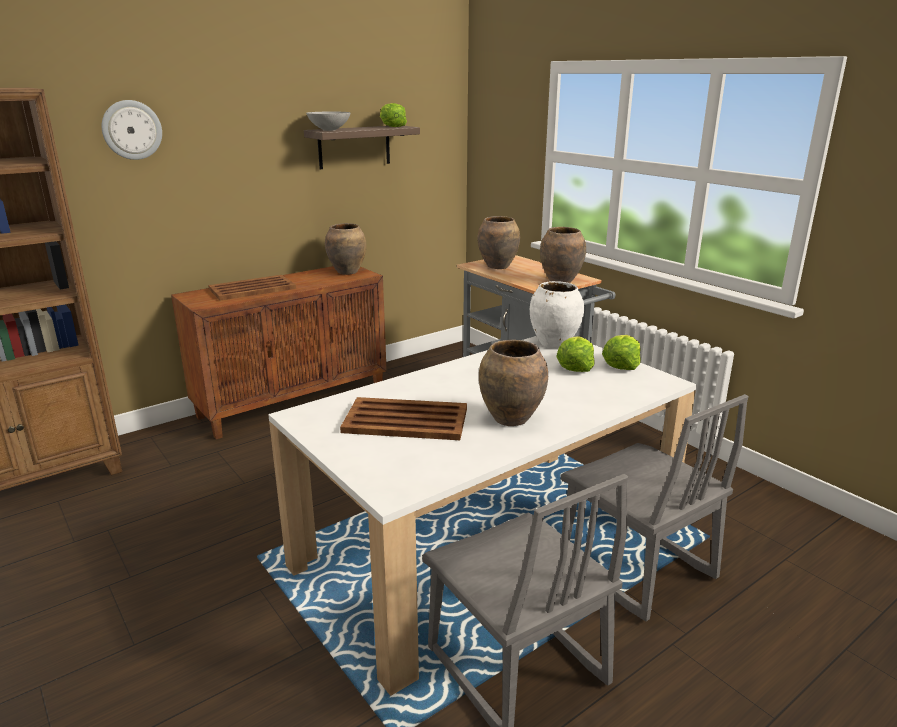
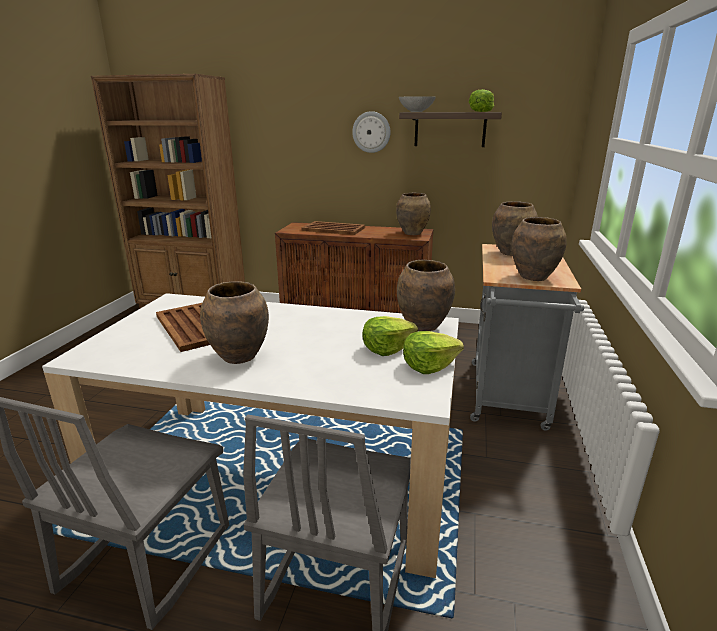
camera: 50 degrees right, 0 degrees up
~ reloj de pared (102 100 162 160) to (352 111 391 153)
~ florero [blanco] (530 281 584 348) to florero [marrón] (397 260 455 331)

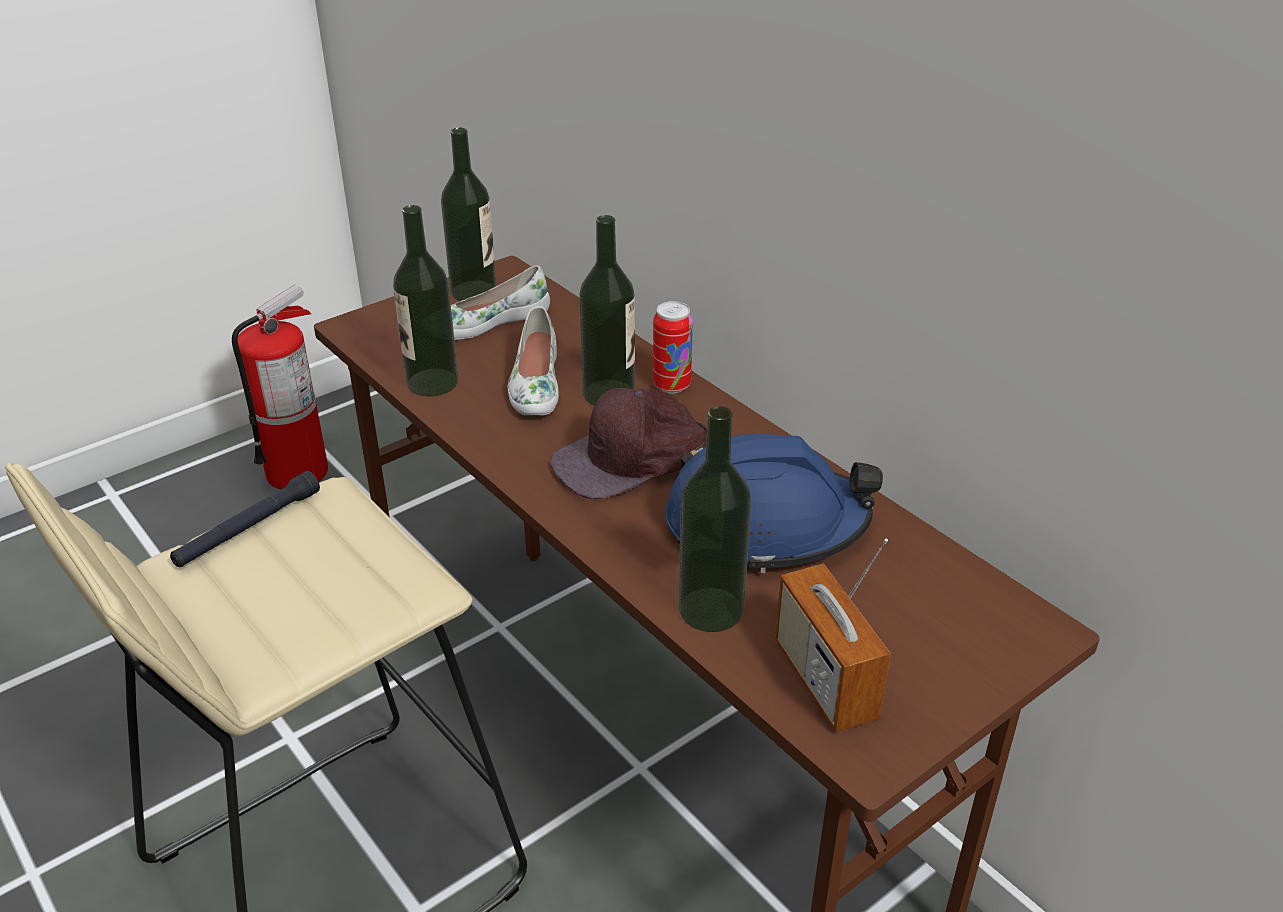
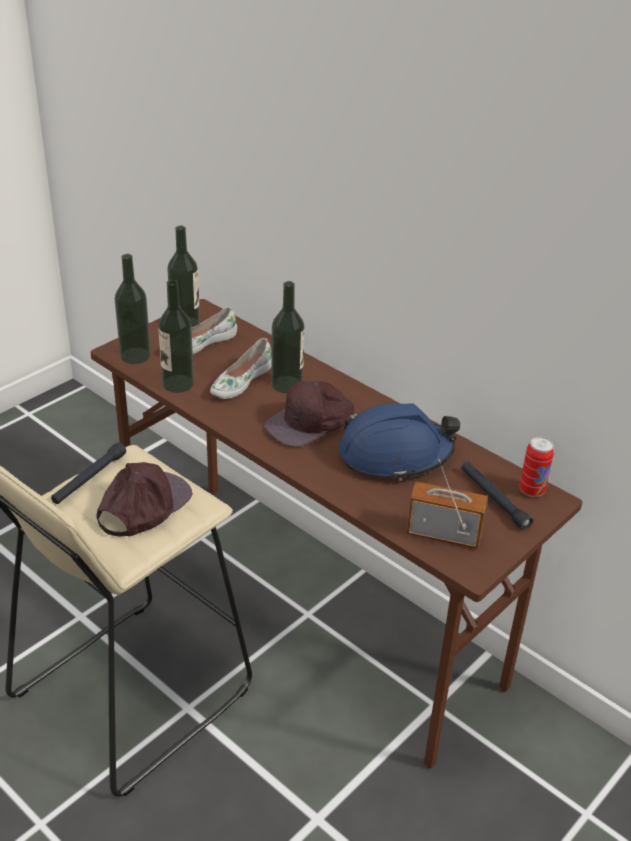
camera: 10 degrees left, 0 degrees up
- extintor (232 284 328 489)
+ gorra [marrón] (97 462 192 536)
+ linterna [negro] (461 461 533 530)
~ lata (653 301 693 393) to (520 437 554 497)
~ botella (678 406 752 632) to (115 254 151 364)
~ zapato [blanco] (508 306 559 415) = (210 338 272 399) 45 degrees clockwise
~ radio (775 539 891 732) = (407 459 488 549) 135 degrees clockwise

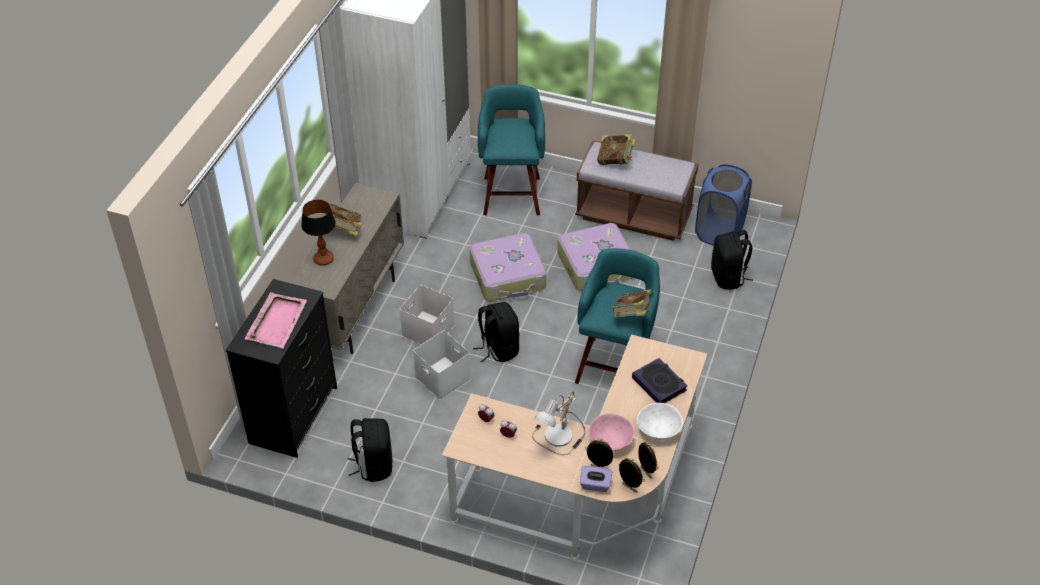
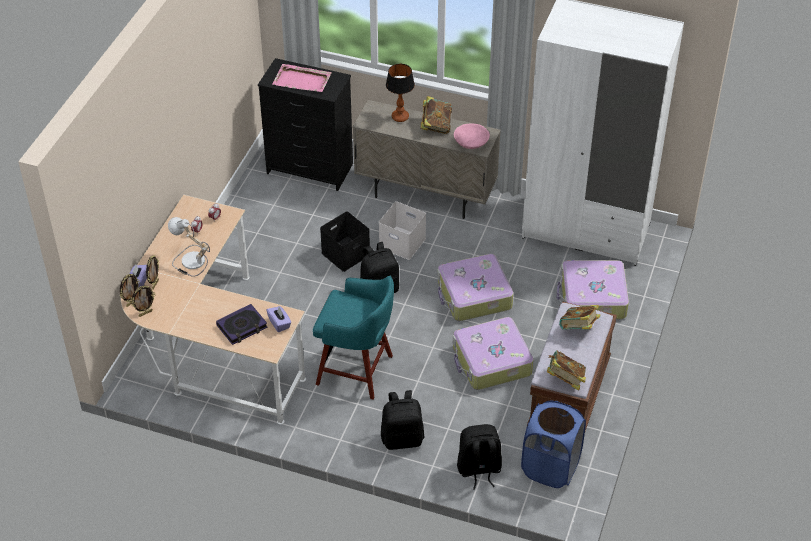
camera: 90 degrees right, 0 degrees up
- cuenco [blanco] (637 403 683 440)
+ caja de pañuelos [morado] (266 306 291 332)
~ mochila [negro] (348 418 393 482) to (381 390 424 450)
~ cuenco [rosa] (589 413 635 451) to (454 124 490 149)
~ libro (612 289 652 318) to (547 350 586 391)
~ taburete [turquesa] (478 84 545 215) to maleta (557 260 629 319)
~ caja de almacenaje [blanco] (413 330 471 400) to caja de almacenaje [negro] (320 211 370 272)

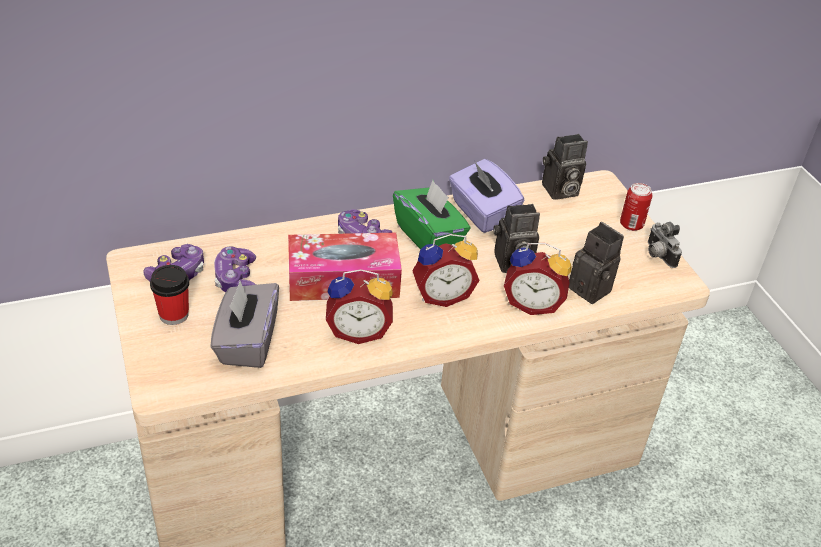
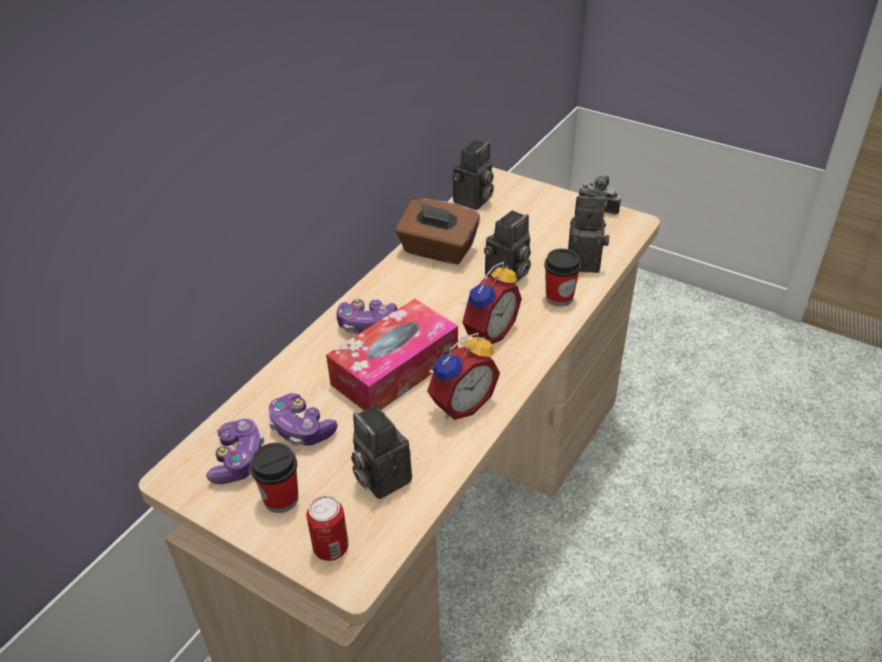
camera: 35 degrees left, 0 degrees up
- caja de pañuelos [verde] (393 180 470 249)
~ lata (620 183 653 231) to (307 496 348 561)
~ caja de pañuelos [gris] (211 281 279 368) to cámara (351 405 412 499)
~ despertador (504 243 571 315) to taza (544 248 581 306)
~ caja de pañuelos [morado] (449 159 524 233) to caja de pañuelos [marrón] (396 199 480 264)

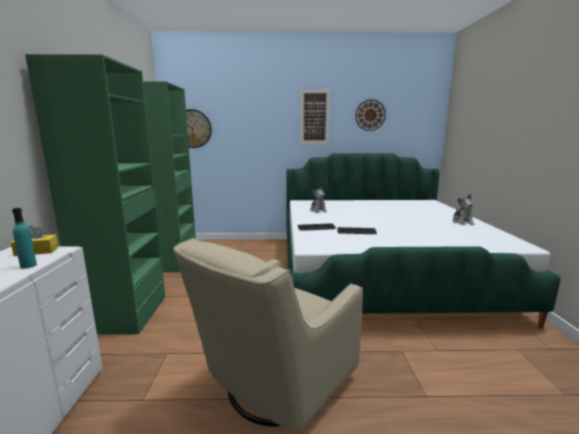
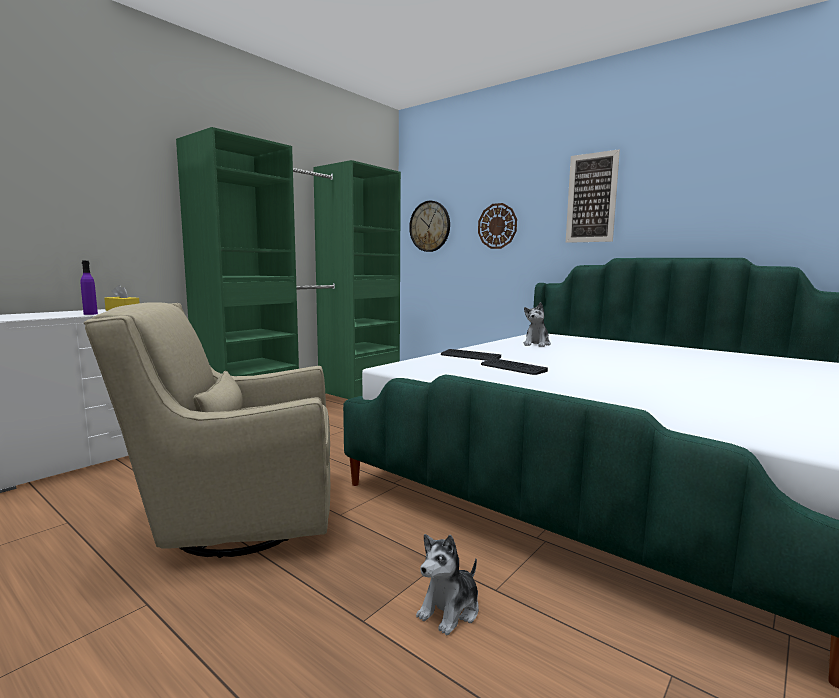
camera: 40 degrees right, 5 degrees down
~ reloj de pared (355 99 386 131) to (478 203 517 249)
~ peluche (452 194 474 225) to (416 534 479 635)
~ botella [turquesa] (12 208 37 269) to botella [morado] (81 261 98 315)

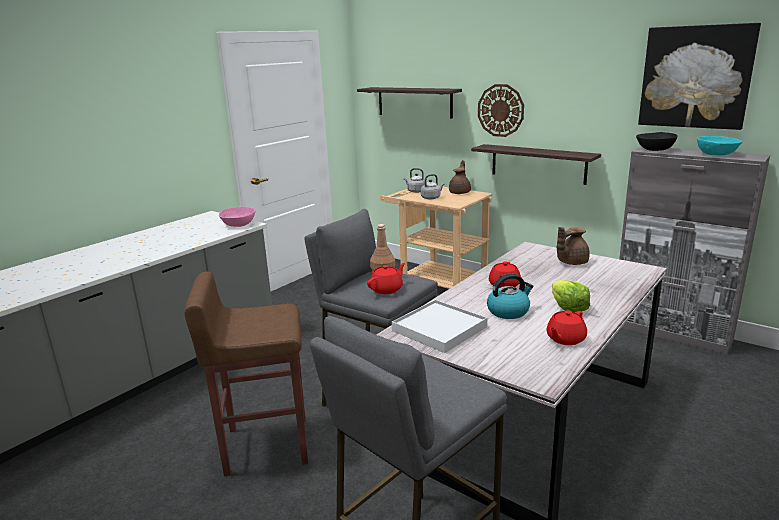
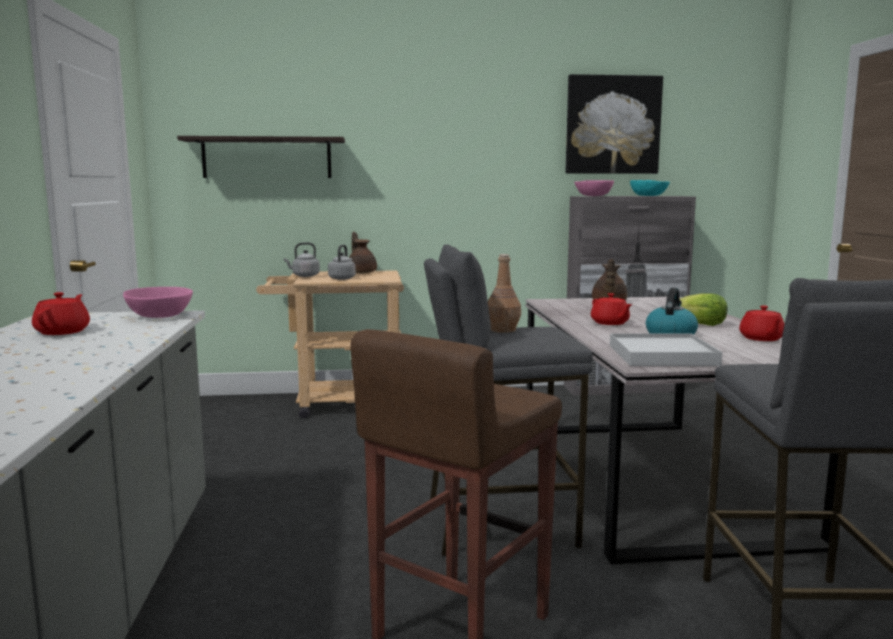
camera: 45 degrees left, 10 degrees down
- estante (471 144 601 185)
- reloj de pared (478 84 524 137)
~ tetera [rojo] (367 263 405 294) to (32 292 90 335)
~ cuenco [negro] (636 132 678 151) to cuenco [rosa] (574 180 614 196)

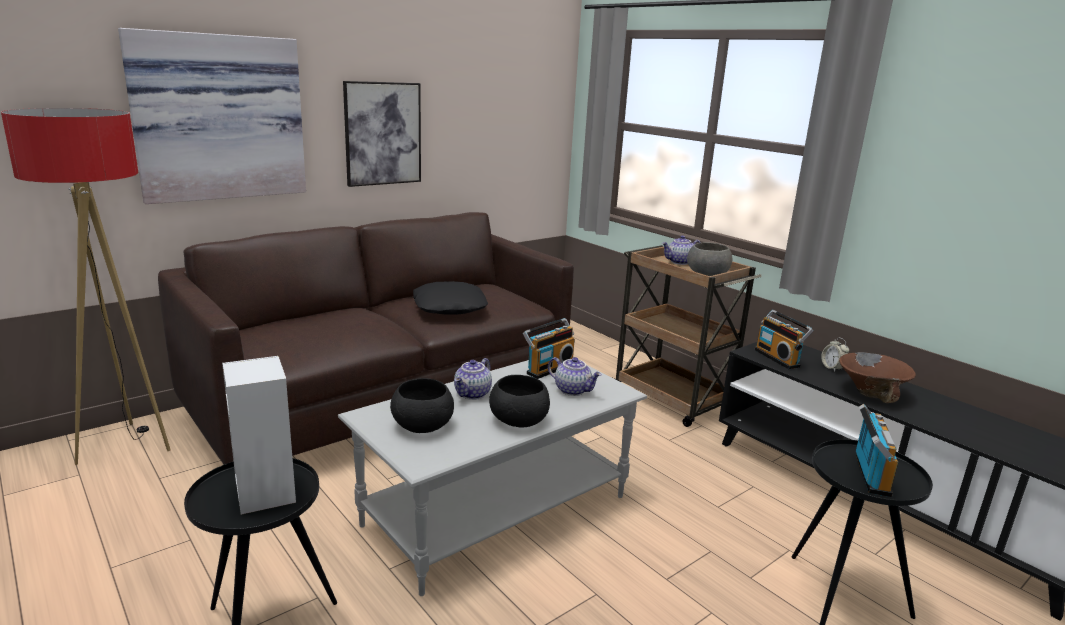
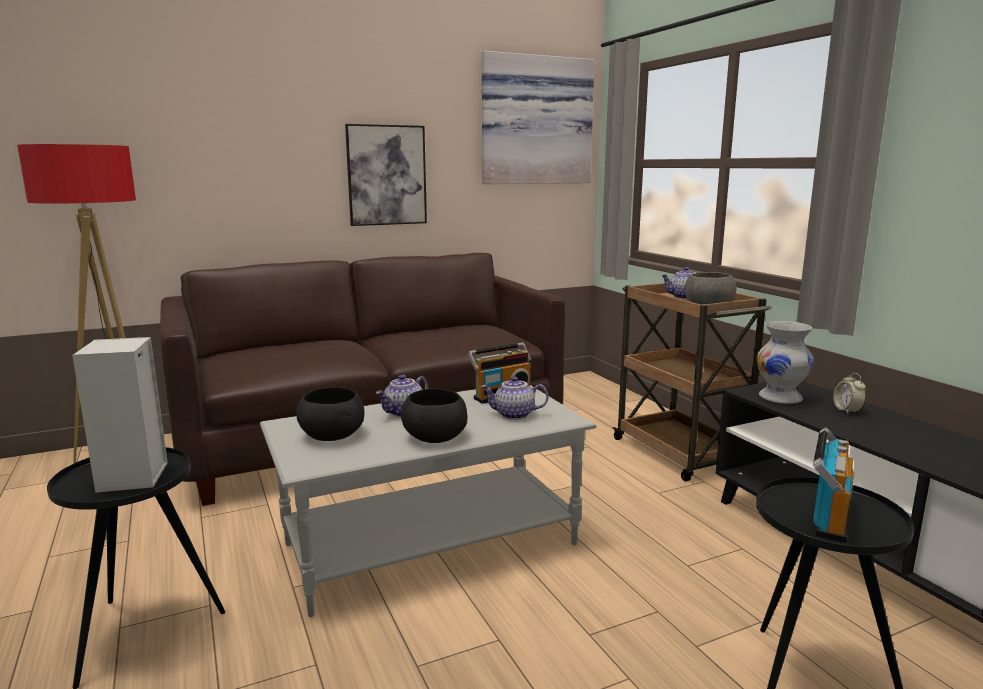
camera: 15 degrees right, 5 degrees down
- cojín [negro] (413 281 488 315)
- cuenco [marrón] (839 352 916 403)
~ cuadro (118 28 306 204) to (482 51 595 184)
~ radio (755 310 813 369) to florero [blanco] (756 321 814 404)
~ tetera (548 357 602 396) = (481 376 549 420) 135 degrees clockwise

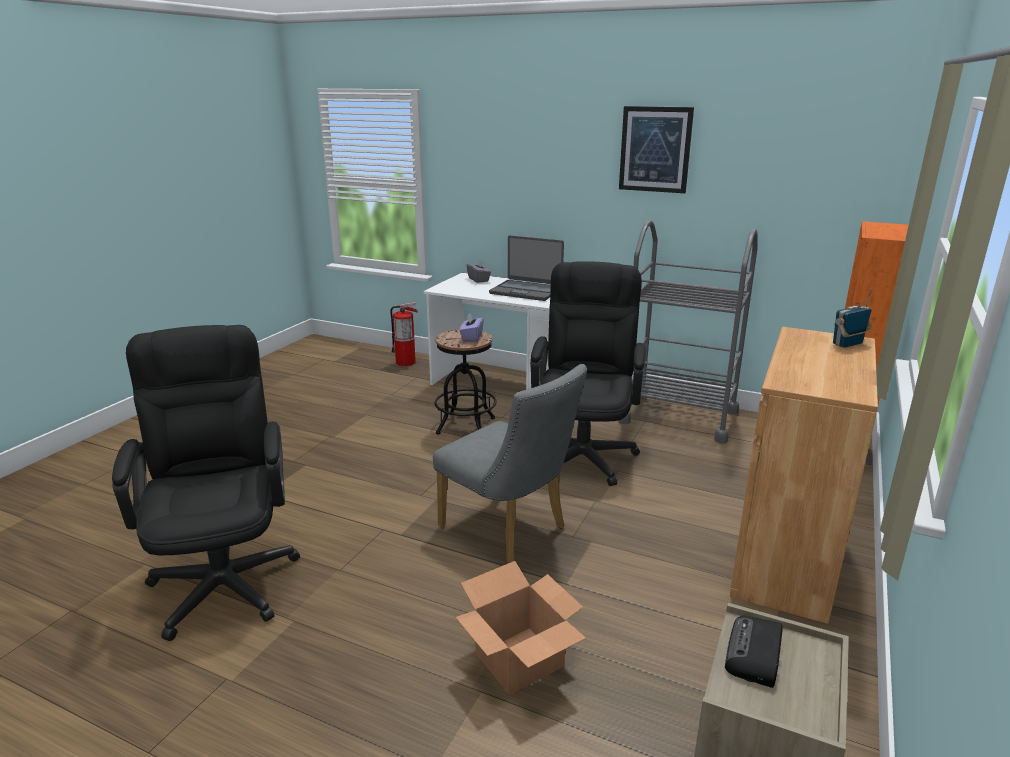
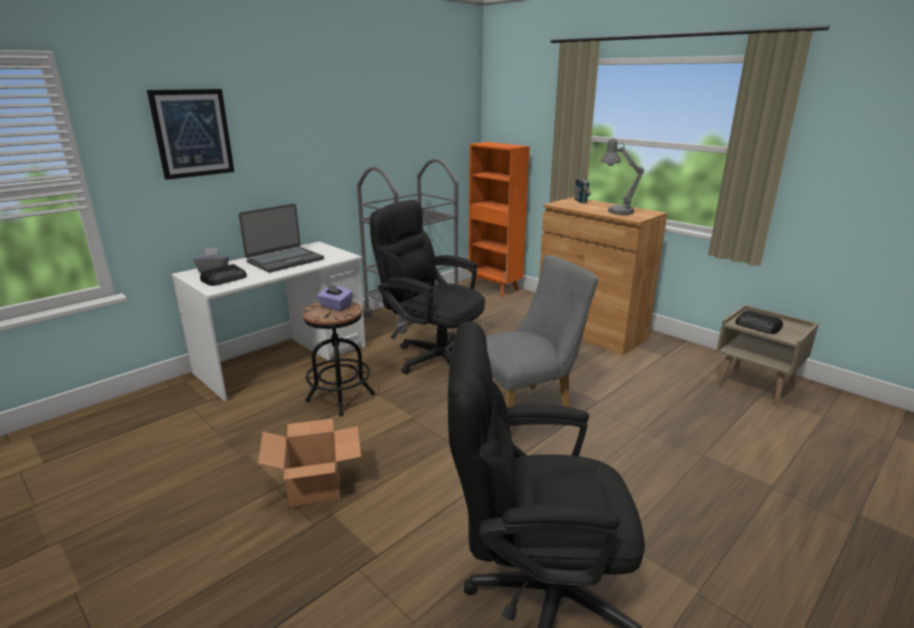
camera: 70 degrees left, 0 degrees up
- extintor (390 302 418 366)
+ radio (200 264 247 286)
+ lámpara de mesa [gris] (601 138 644 215)
~ caja de cartón (455 561 586 695) to (258 419 361 507)
~ cuadro (619 106 694 193) to (147 89 234 180)

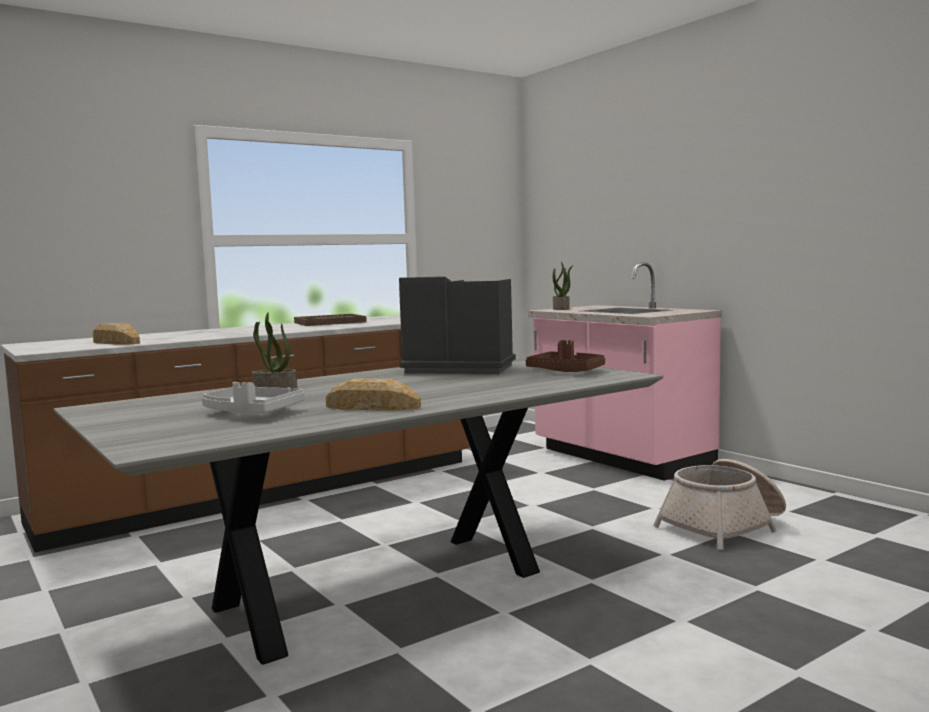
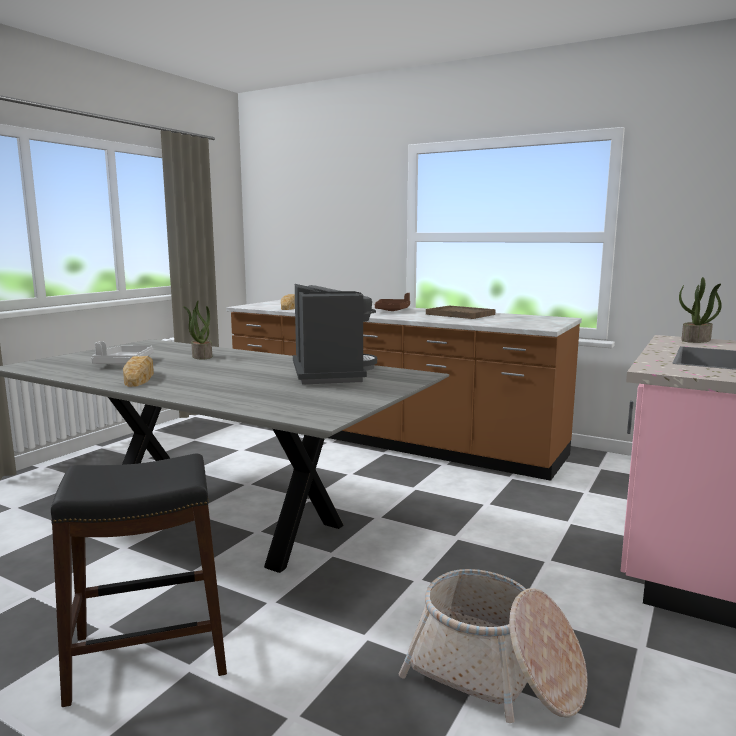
camera: 65 degrees right, 5 degrees up
+ taburete [negro] (51 454 227 707)
~ bandeja [marrón] (526 340 605 372) to (375 293 410 311)

